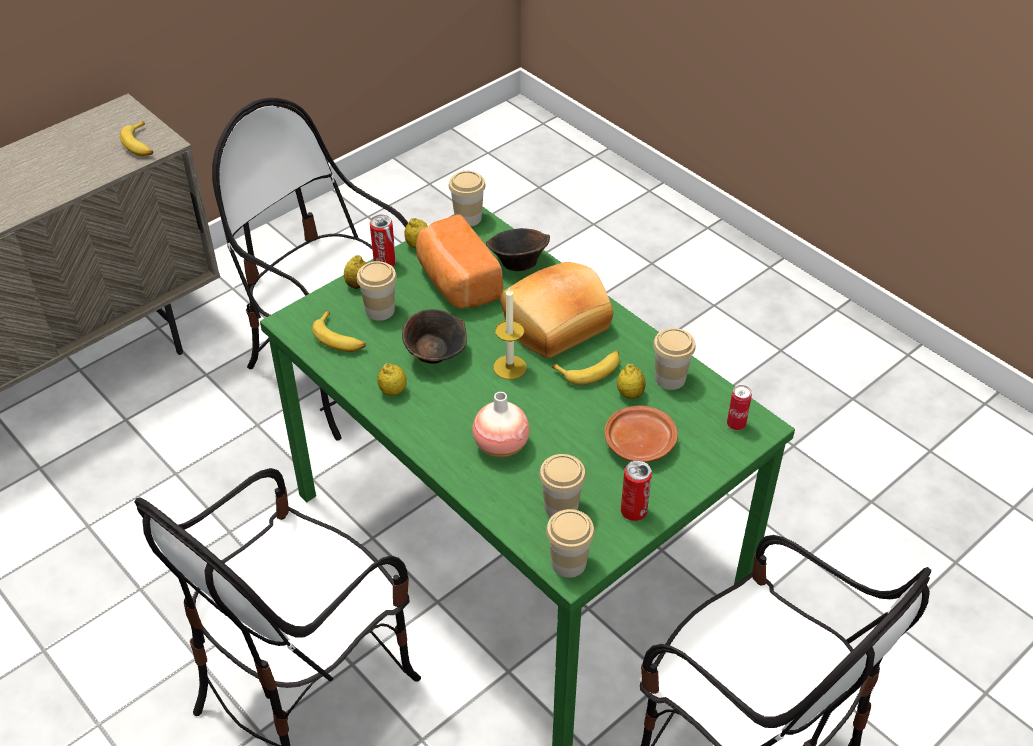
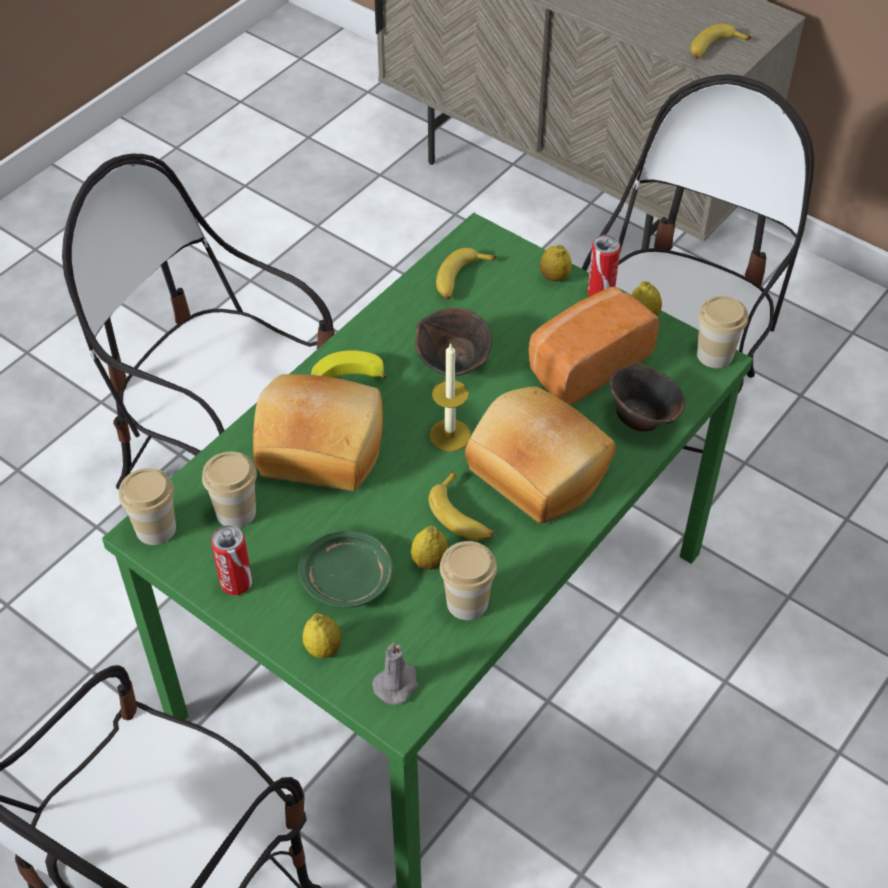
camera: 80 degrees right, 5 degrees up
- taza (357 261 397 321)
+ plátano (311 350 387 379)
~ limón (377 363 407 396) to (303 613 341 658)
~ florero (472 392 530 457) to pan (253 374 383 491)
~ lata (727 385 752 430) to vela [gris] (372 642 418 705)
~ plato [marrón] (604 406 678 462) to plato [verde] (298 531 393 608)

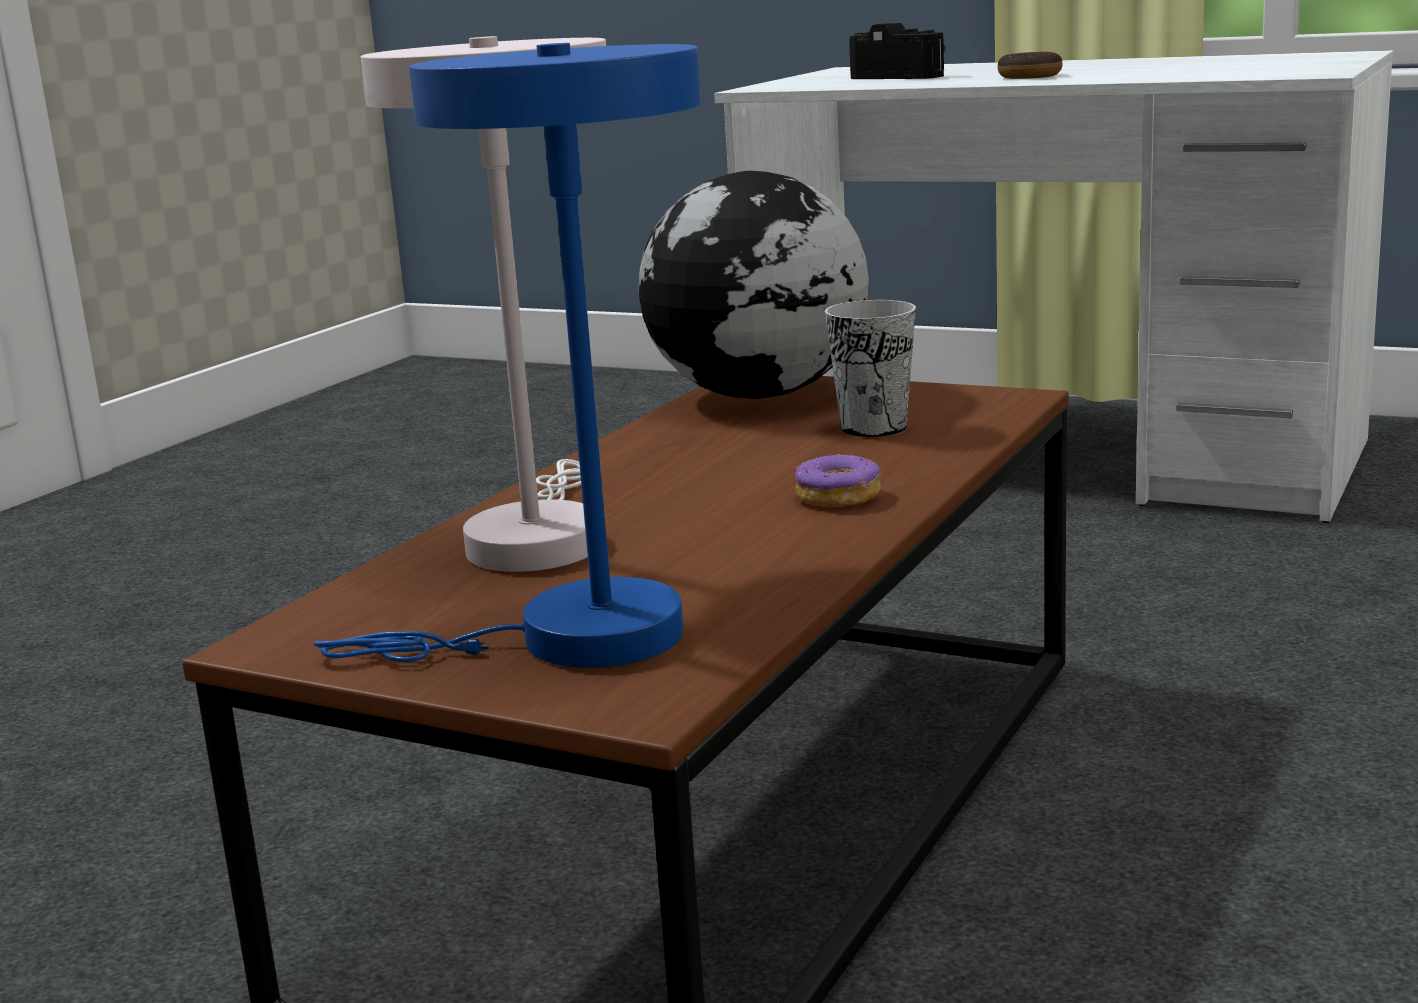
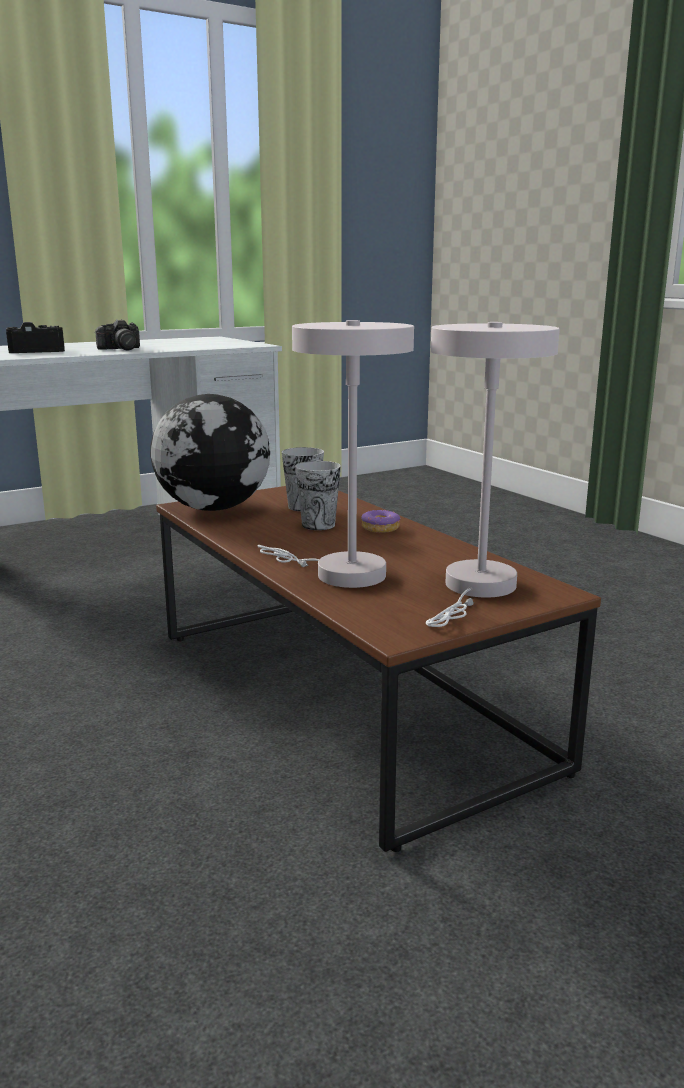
camera: 60 degrees left, 0 degrees up
+ taza (295 461 341 530)
~ rosquilla (998 52 1063 79) to cámara (95 319 140 351)
~ lámpara de mesa [azul] (314 43 701 668) to lámpara de mesa [blanco] (426 322 560 627)

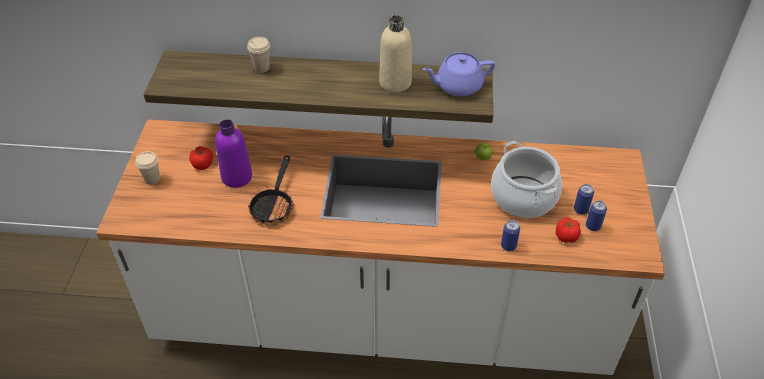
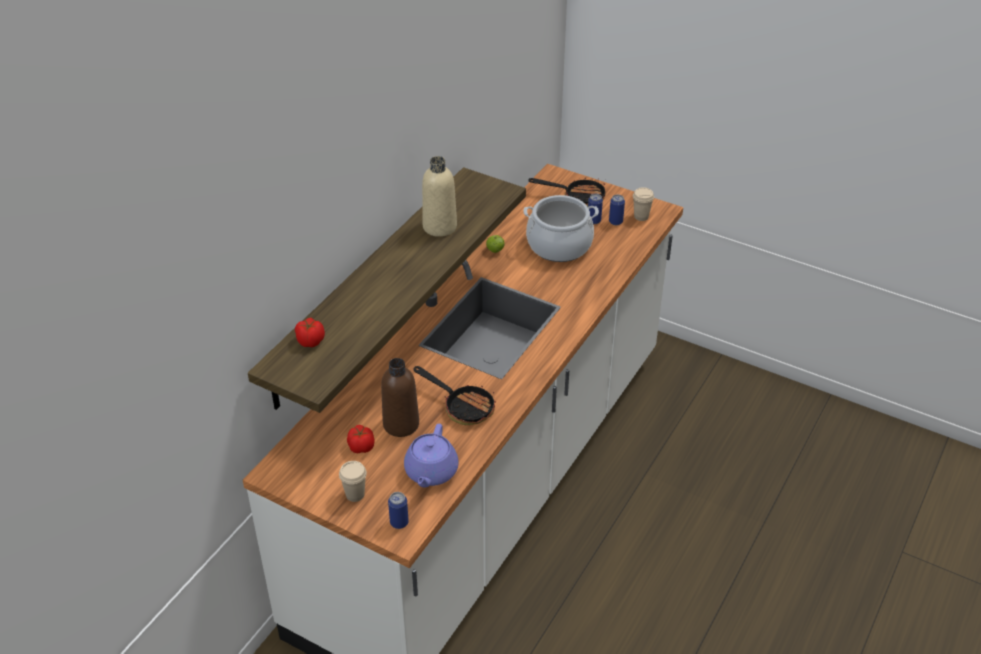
camera: 65 degrees left, 5 degrees down
+ sartén (528 178 606 207)
~ taza [beis] (247 37 270 73) to (633 187 654 221)
~ tetera [morado] (423 53 495 97) to (404 424 459 487)
~ lata (501 220 520 251) to (388 492 409 529)
~ tomate (556 217 581 243) to (295 318 325 347)
~ botella [morado] (215 119 252 188) to botella [marrón] (381 358 419 437)

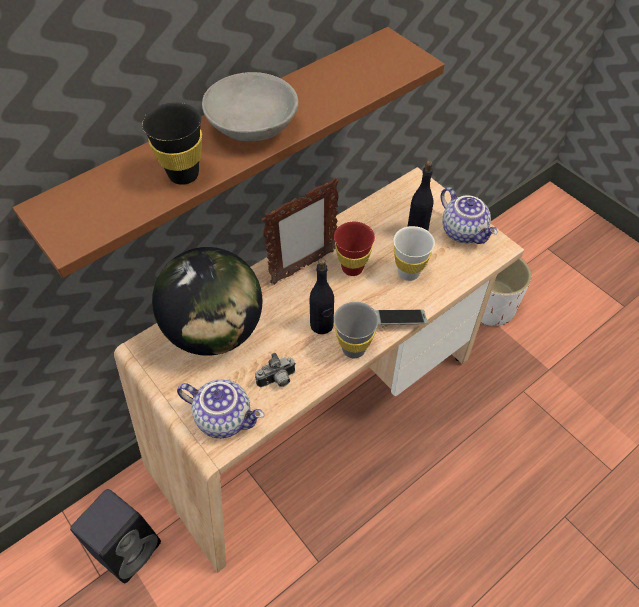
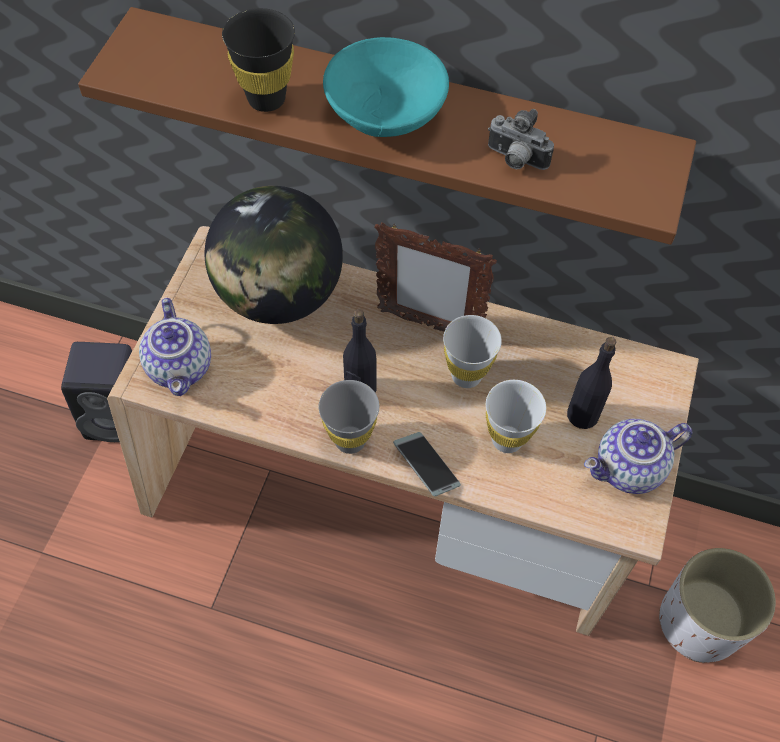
camera: 55 degrees right, 5 degrees up
~ cámara (255 353 296 387) to (488 109 554 170)
~ cuenco [gris] (202 72 299 141) to cuenco [turquesa] (323 37 449 137)
~ taza [rojo] (334 222 375 276) to taza [blanco] (443 315 502 388)
~ tetera (441 187 498 244) = (584 418 692 494) 45 degrees clockwise

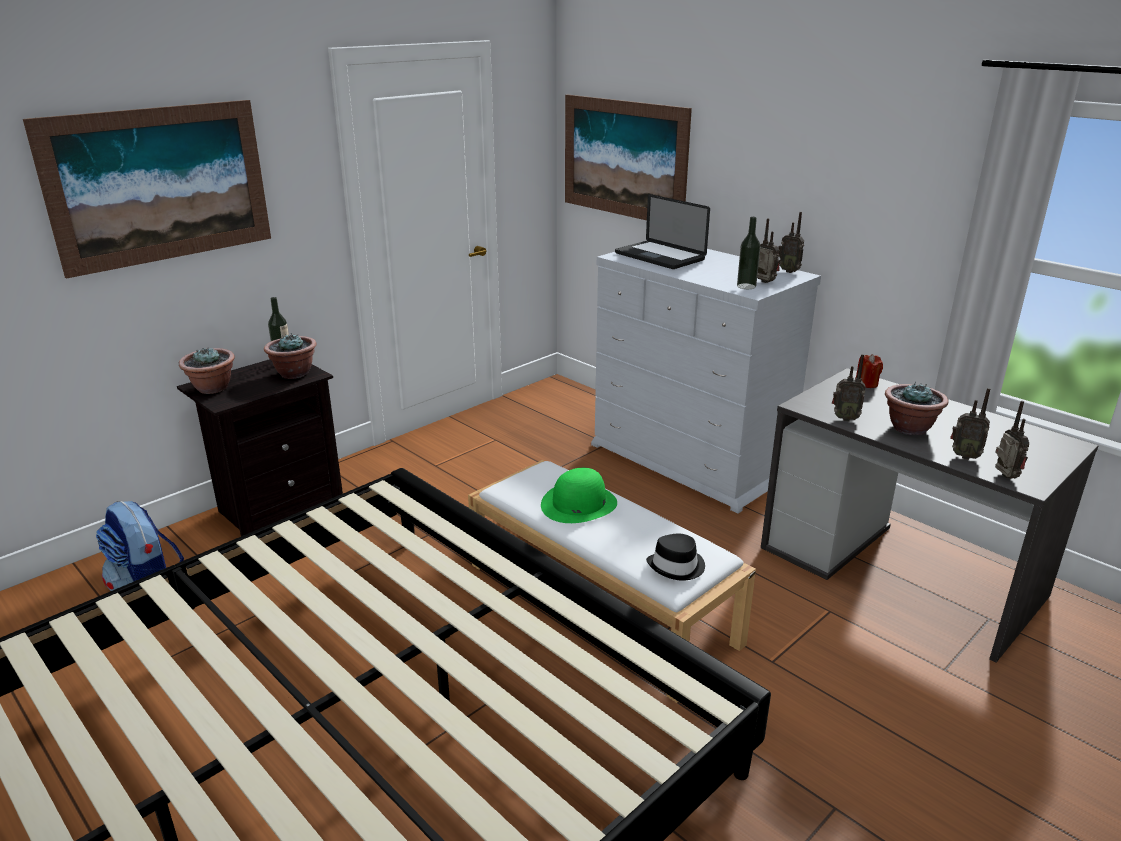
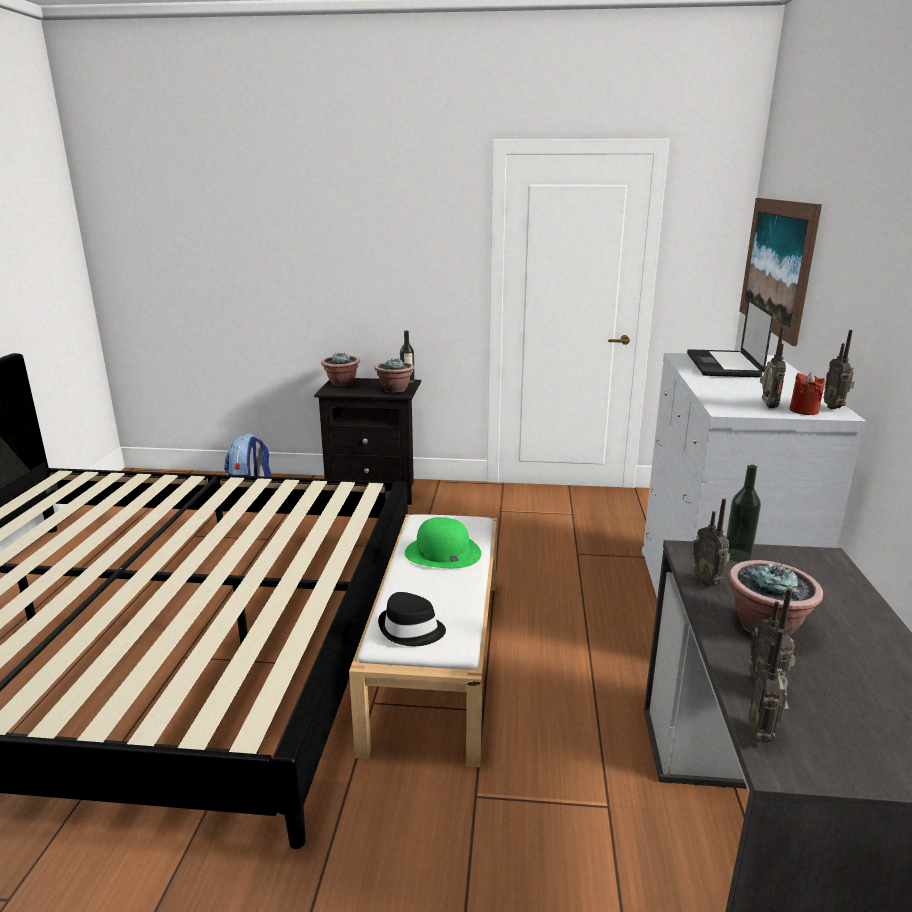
camera: 50 degrees right, 5 degrees down
- cuadro (23 100 271 279)
~ botella (737 217 760 289) to (726 465 761 562)
~ vela [rojo] (855 354 883 388) to (789 372 825 415)
~ radio (995 401 1029 479) = (749 629 790 743) 150 degrees clockwise

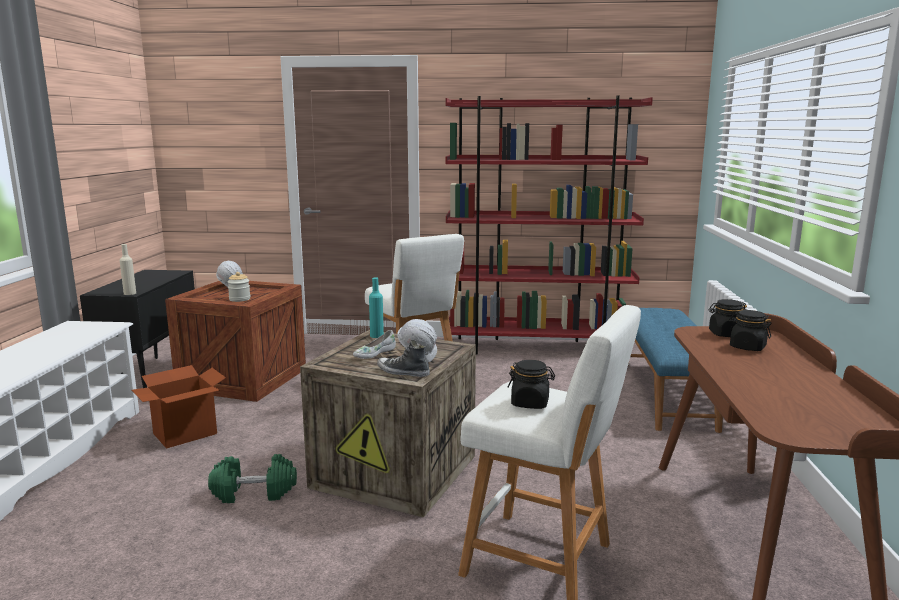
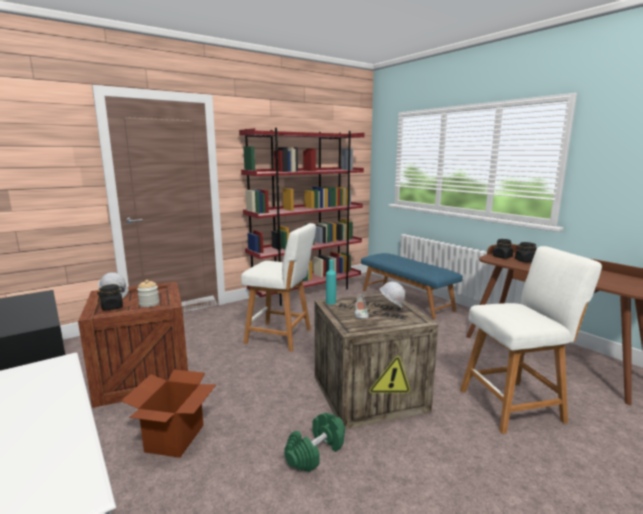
camera: 40 degrees left, 0 degrees up
- botella [beis] (120 244 136 295)
- zapato (377 340 430 377)
~ tarro [negro] (508 360 555 409) to (97 284 125 310)

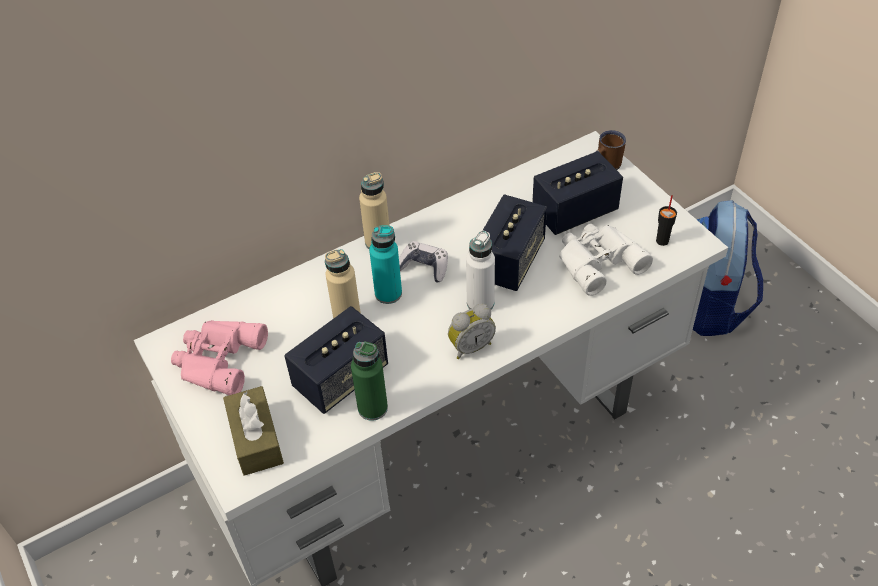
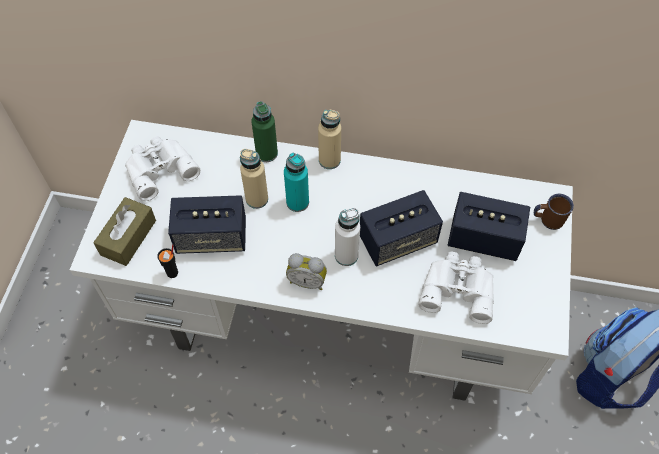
camera: 40 degrees right, 10 degrees up
- mando de consola (399 241 448 282)
~ botella [verde] (351 341 388 421) to (251 101 278 162)
~ taza [negro] (656 195 677 246) to (158 245 178 278)
~ prismáticos [rosa] (171 320 268 395) to prismáticos [blanco] (125 136 200 201)

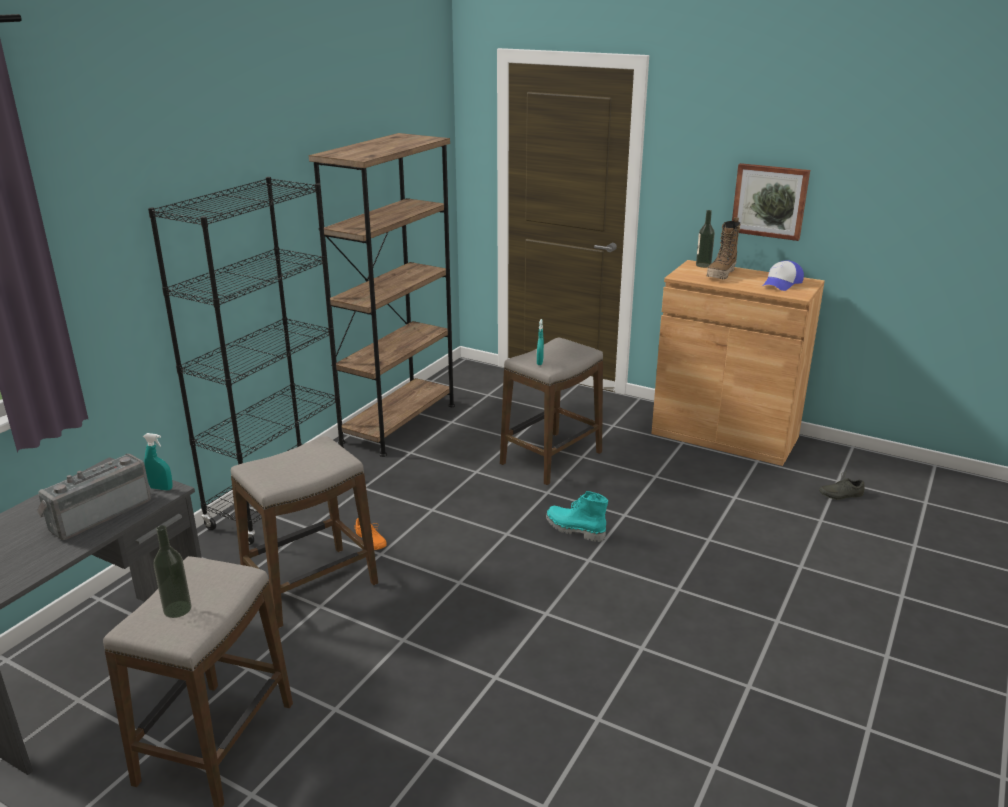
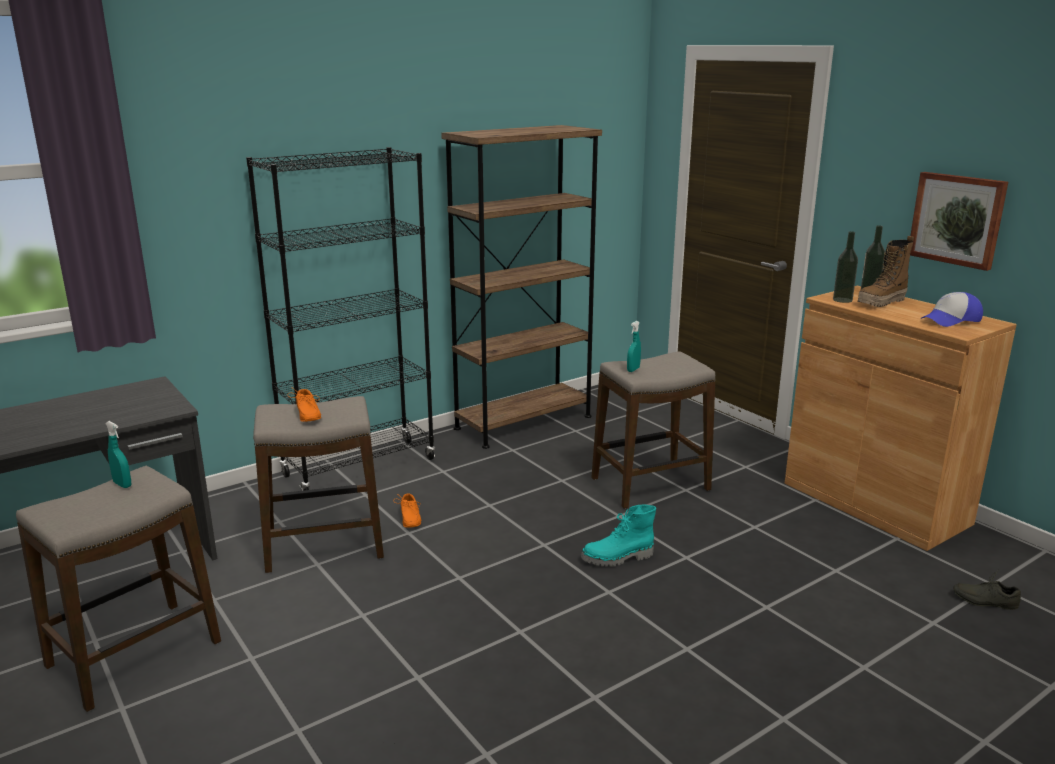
camera: 25 degrees right, 5 degrees down
- radio (37 454 151 540)
+ zapato [naranja] (288 387 321 422)
~ pulverizador [turquesa] (143 433 173 491) to (105 421 131 488)
~ botella (153 525 191 618) to (833 231 858 303)
~ bota [turquesa] (546 491 608 542) = (581 505 656 567) 75 degrees counterclockwise

